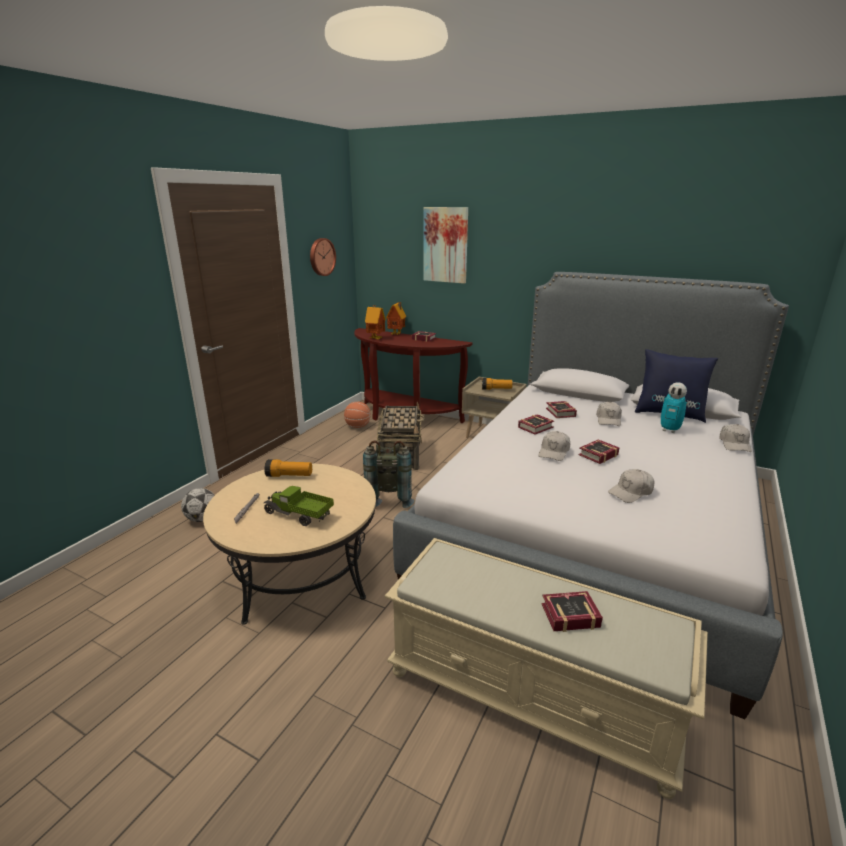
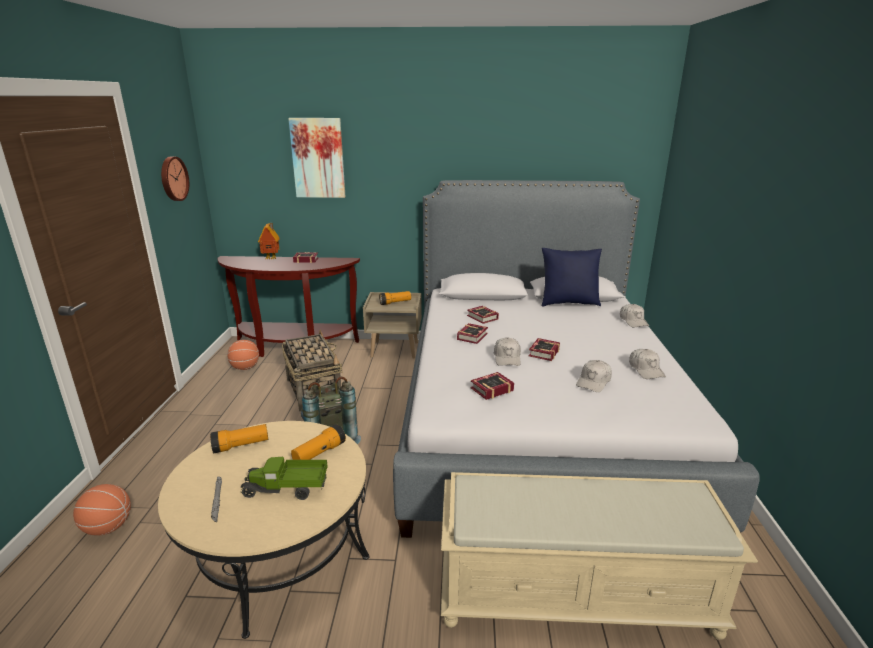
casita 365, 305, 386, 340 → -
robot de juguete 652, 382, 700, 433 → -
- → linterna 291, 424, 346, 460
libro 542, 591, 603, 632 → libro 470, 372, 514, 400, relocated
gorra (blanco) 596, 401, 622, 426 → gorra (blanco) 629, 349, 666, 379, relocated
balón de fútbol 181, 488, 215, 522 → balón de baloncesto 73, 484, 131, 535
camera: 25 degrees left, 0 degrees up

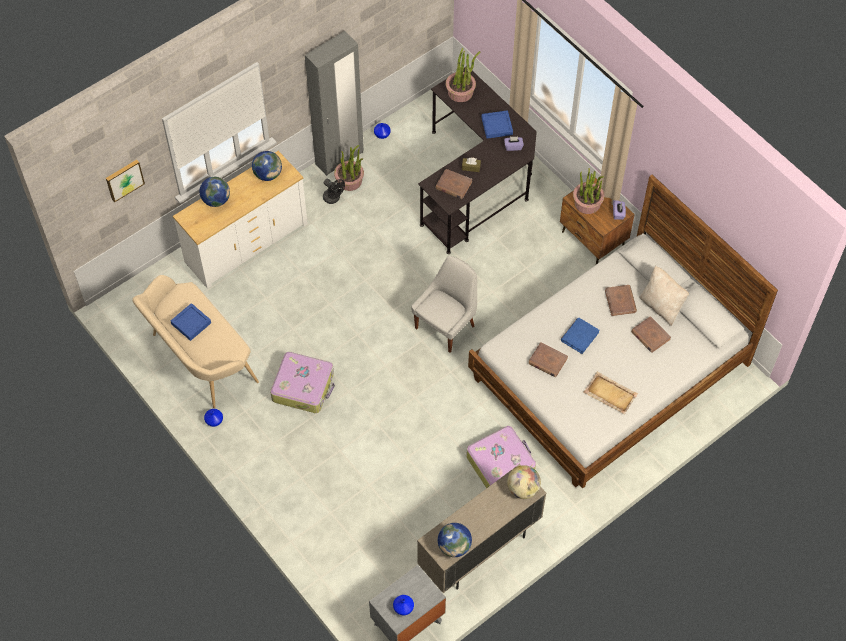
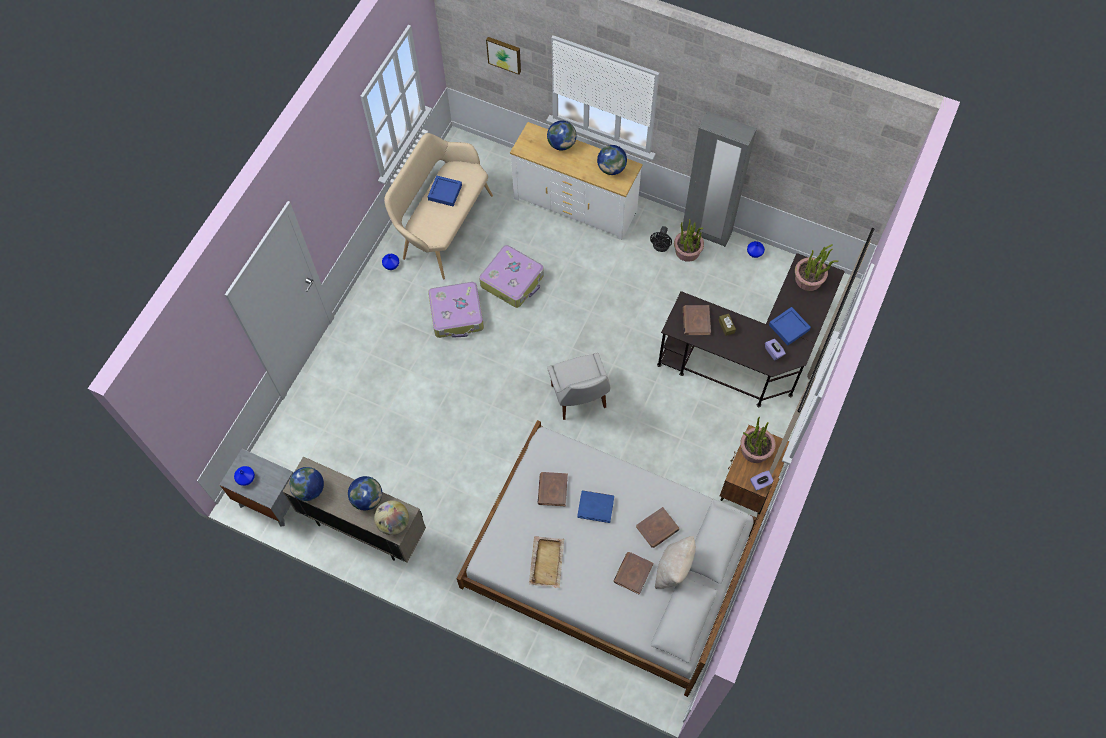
- → globo terráqueo 348, 476, 382, 510
maleta 466, 426, 536, 488 → maleta 479, 245, 544, 308, relocated
silla (blanco) 411, 256, 477, 353 → silla (blanco) 547, 353, 610, 420, 60 degrees clockwise
camera: 65 degrees right, 5 degrees up

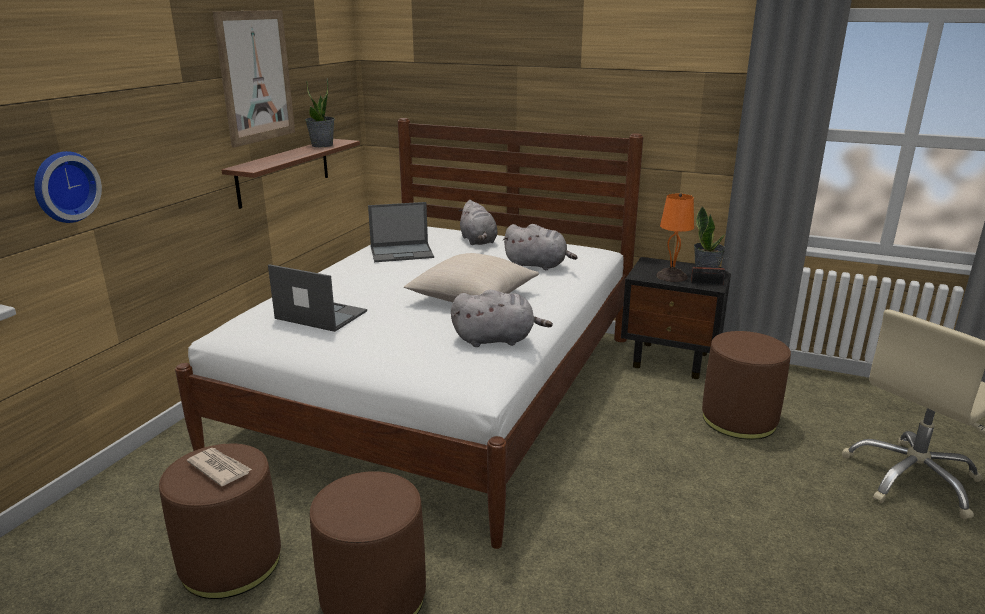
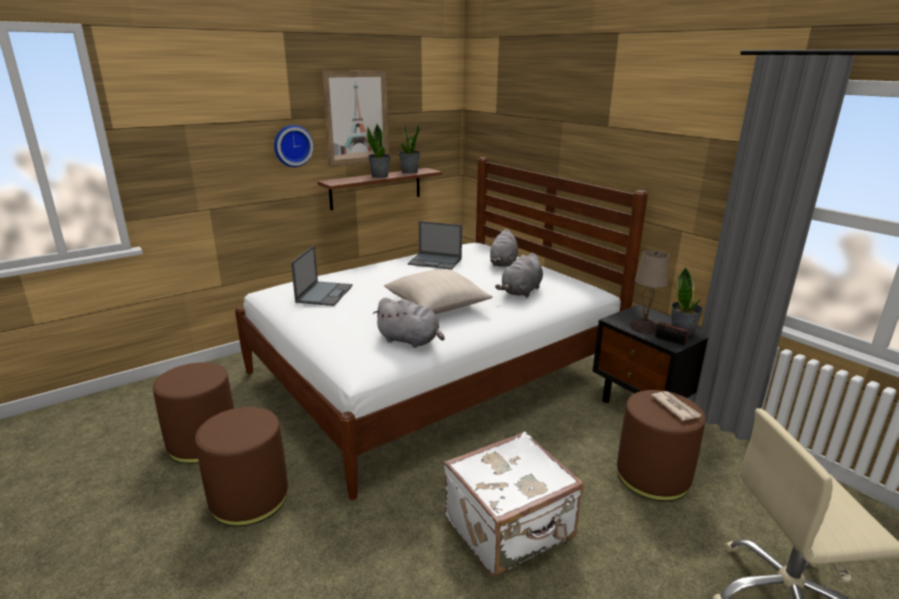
- → planta en maceta 367, 124, 391, 178
- → maleta (blanco) 444, 431, 584, 577
reloj de pared 34, 151, 102, 223 → reloj de pared 274, 125, 314, 167, relocated
periódico 187, 448, 252, 487 → periódico 651, 391, 701, 421, relocated
lámpara de mesa (naranja) 656, 193, 694, 282 → lámpara de mesa (beis) 629, 250, 669, 334
portátil 268, 264, 367, 332 → portátil 291, 245, 353, 306, 45 degrees clockwise
peluche (gris) 503, 224, 578, 270 → peluche (gris) 495, 253, 543, 297, 75 degrees clockwise
camera: 30 degrees right, 0 degrees up

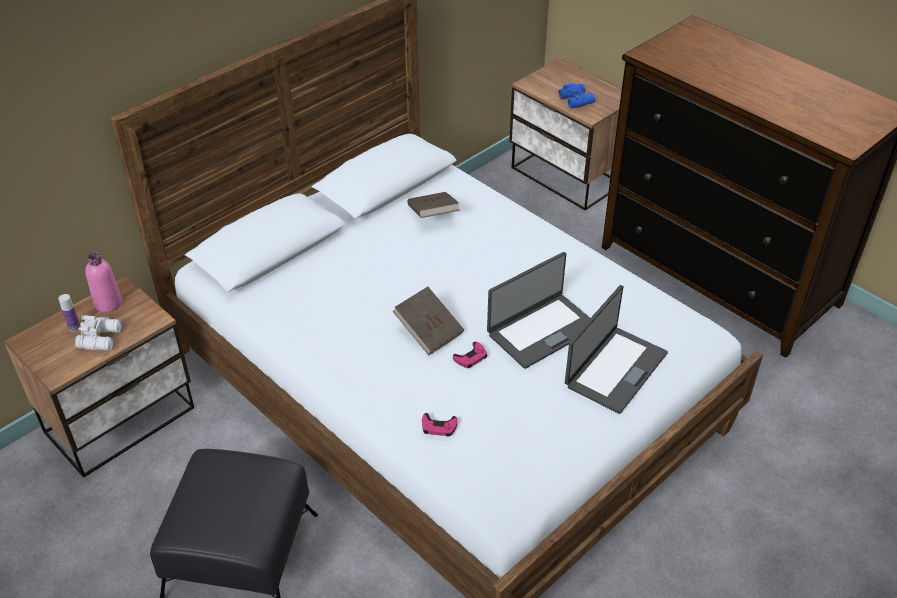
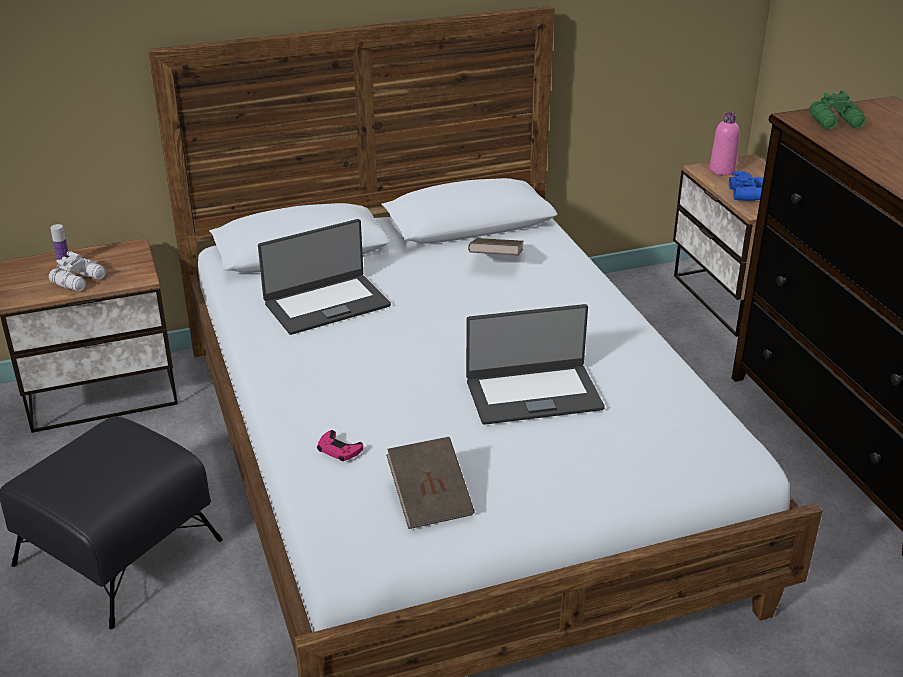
mando de consola (rosa) 453, 341, 487, 368 → -
- → prismáticos (verde) 809, 90, 866, 130
botella (rosa) 85, 252, 122, 313 → botella (rosa) 709, 112, 740, 176, relocated
libro (marrón) 393, 287, 464, 355 → libro (marrón) 386, 437, 475, 529, relocated
portátil 565, 285, 668, 414 → portátil 258, 219, 391, 335, relocated
camera: 25 degrees right, 10 degrees down

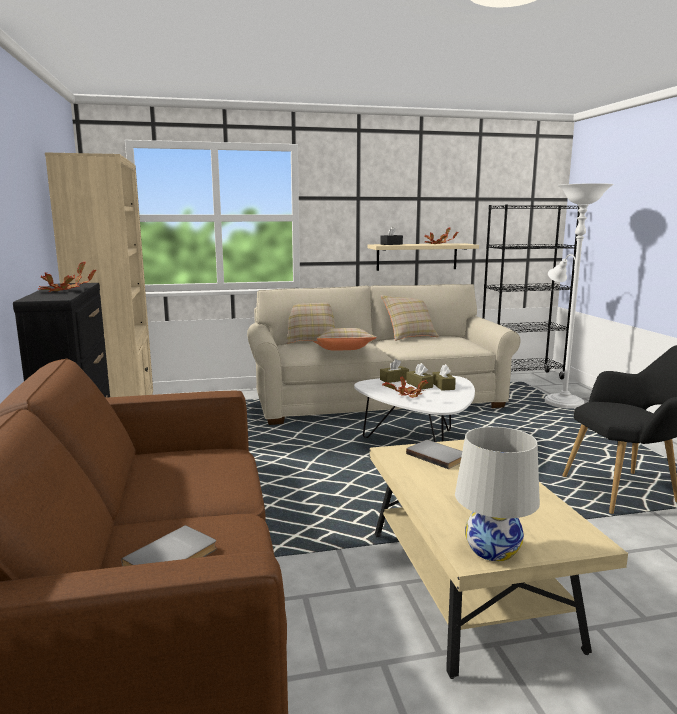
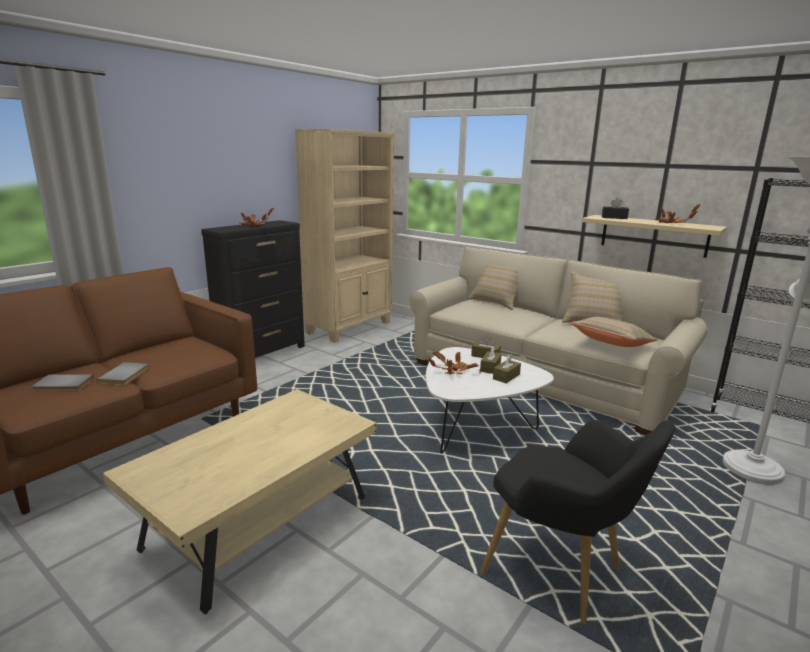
lámpara de mesa (blanco) 455, 427, 540, 561 → -
cojín (beis) 313, 328, 377, 351 → cojín (beis) 571, 317, 657, 347, relocated
libro (gris) 406, 440, 462, 469 → libro (gris) 97, 362, 149, 386, relocated
camera: 50 degrees right, 5 degrees up

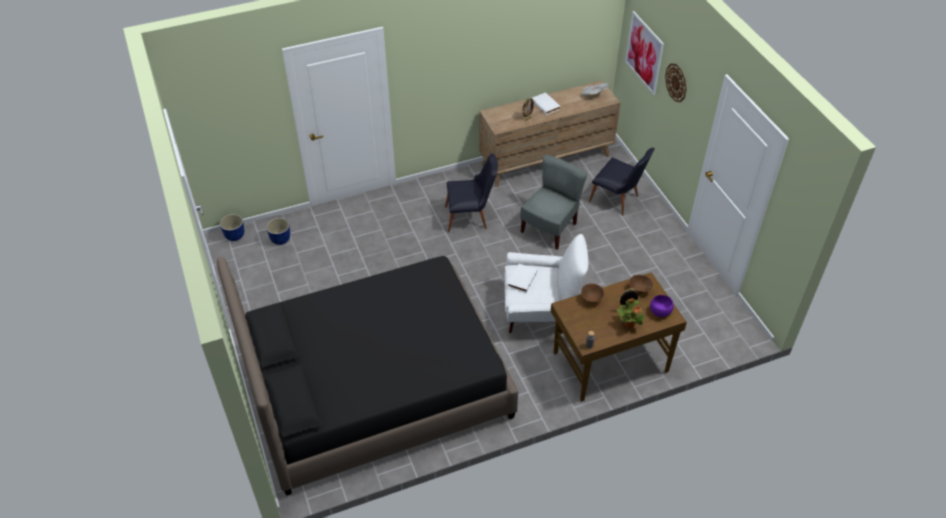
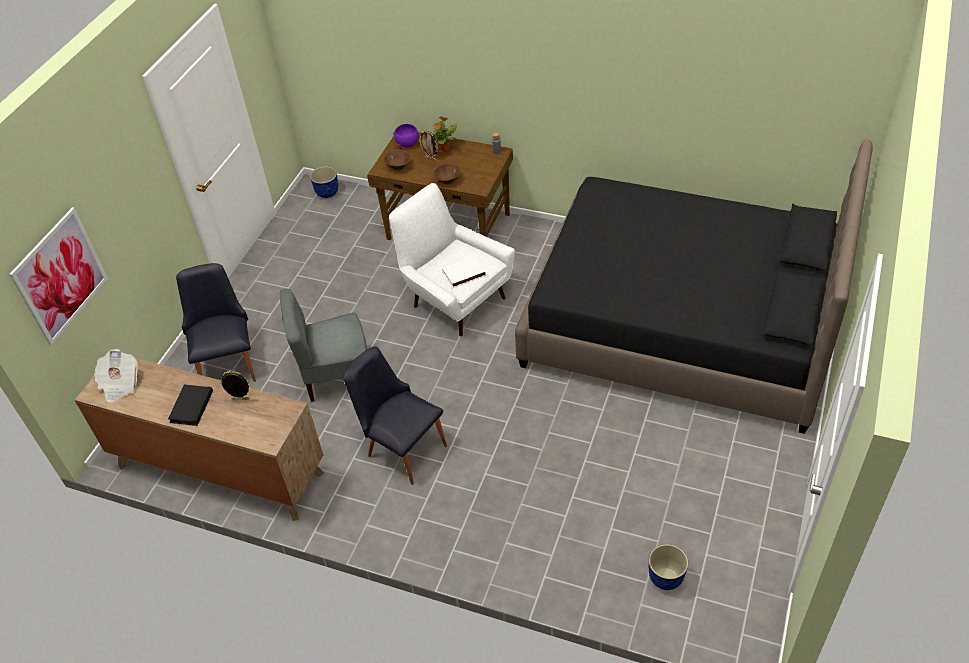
reloj de pared 665, 63, 687, 102 → -
maceta 220, 214, 244, 241 → maceta 310, 166, 338, 198, relocated
libro (blanco) 532, 92, 560, 115 → libro (negro) 168, 384, 213, 426
camera: 135 degrees left, 0 degrees up

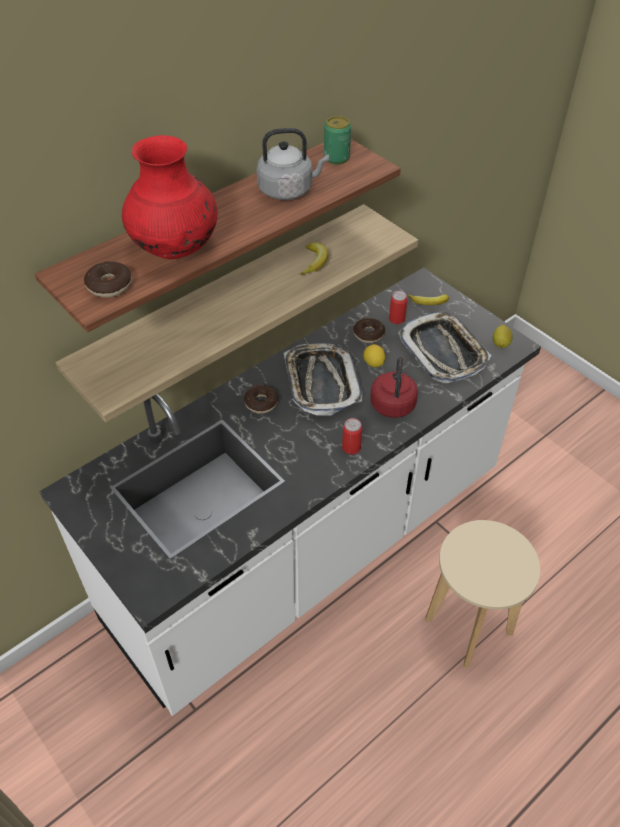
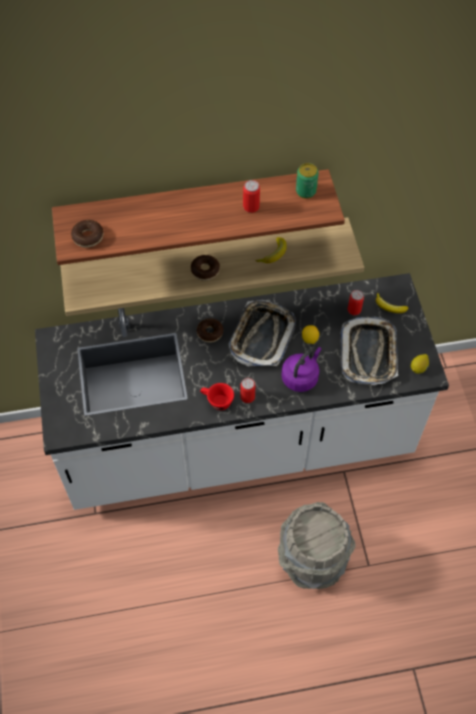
florero (rojo) 122, 135, 218, 259 → -
- → taza (rojo) 200, 383, 234, 410
rosquilla 353, 318, 385, 343 → rosquilla 191, 255, 220, 281, relocated
hervidor (gris) 257, 128, 329, 200 → lata 243, 180, 260, 213
taburete (beis) 425, 520, 540, 668 → cubo (gris) 278, 502, 356, 589
hervidor (rojo) 370, 358, 418, 418 → hervidor (morado) 281, 347, 322, 392
camera: 30 degrees right, 10 degrees up

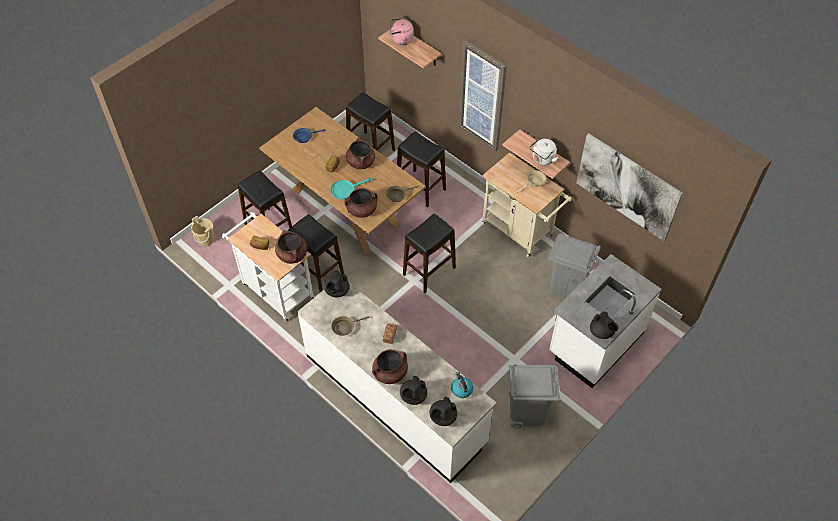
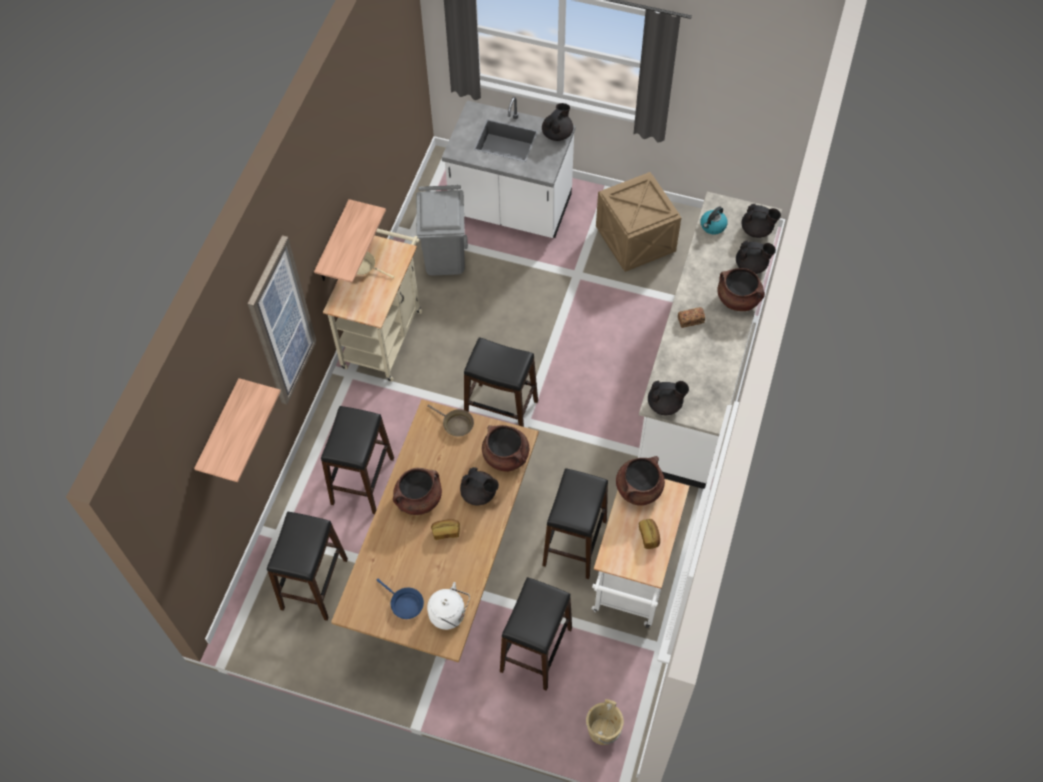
sartén (marrón) 332, 316, 369, 336 → -
hervidor (rosa) 390, 18, 414, 45 → -
cuadro 576, 133, 683, 241 → -
hervidor (blanco) 530, 139, 559, 165 → hervidor (blanco) 427, 582, 470, 630, relocated
sartén (turquesa) 331, 178, 372, 200 → tetera (negro) 460, 467, 499, 505
papelera (gris) 509, 365, 560, 429 → caja de embalaje 596, 172, 681, 272
camera: 115 degrees left, 5 degrees up

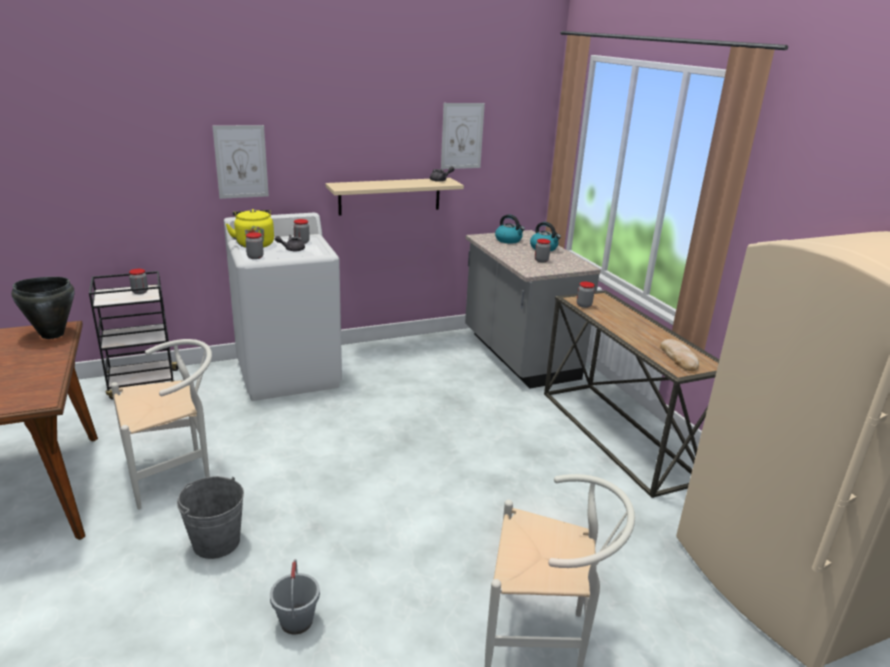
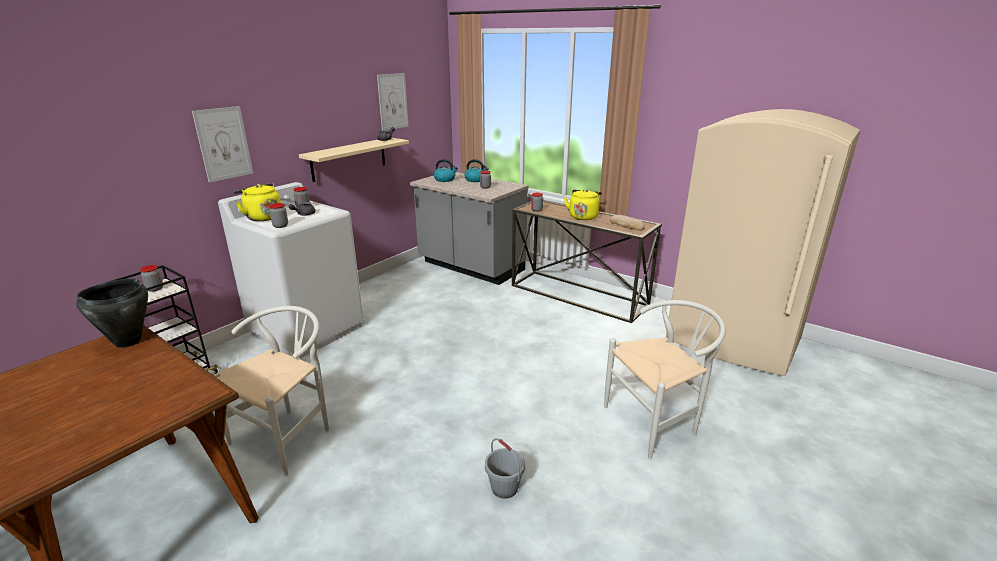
cubo (gris) 177, 476, 244, 559 → -
- → hervidor (amarillo) 564, 189, 602, 220
camera: 30 degrees left, 0 degrees up

